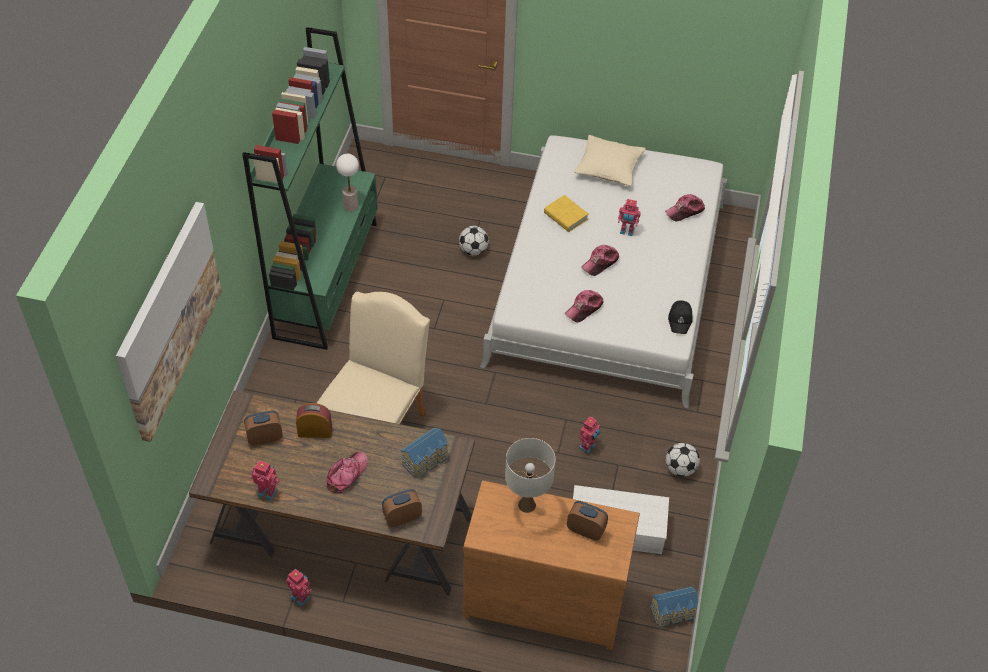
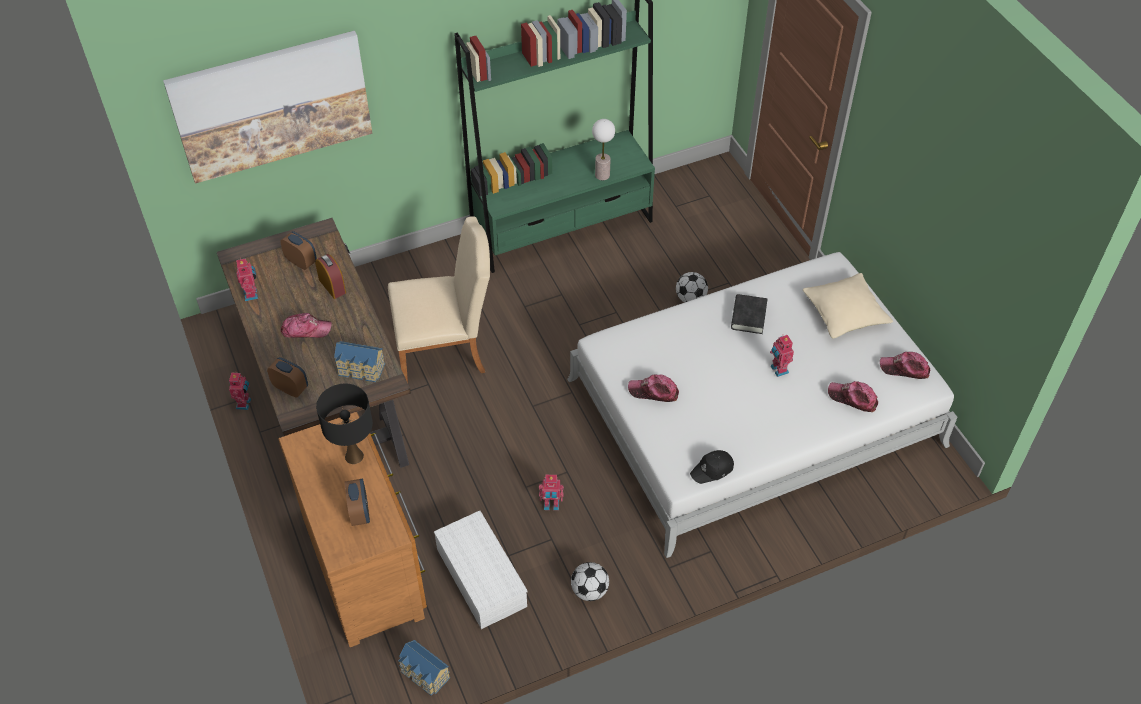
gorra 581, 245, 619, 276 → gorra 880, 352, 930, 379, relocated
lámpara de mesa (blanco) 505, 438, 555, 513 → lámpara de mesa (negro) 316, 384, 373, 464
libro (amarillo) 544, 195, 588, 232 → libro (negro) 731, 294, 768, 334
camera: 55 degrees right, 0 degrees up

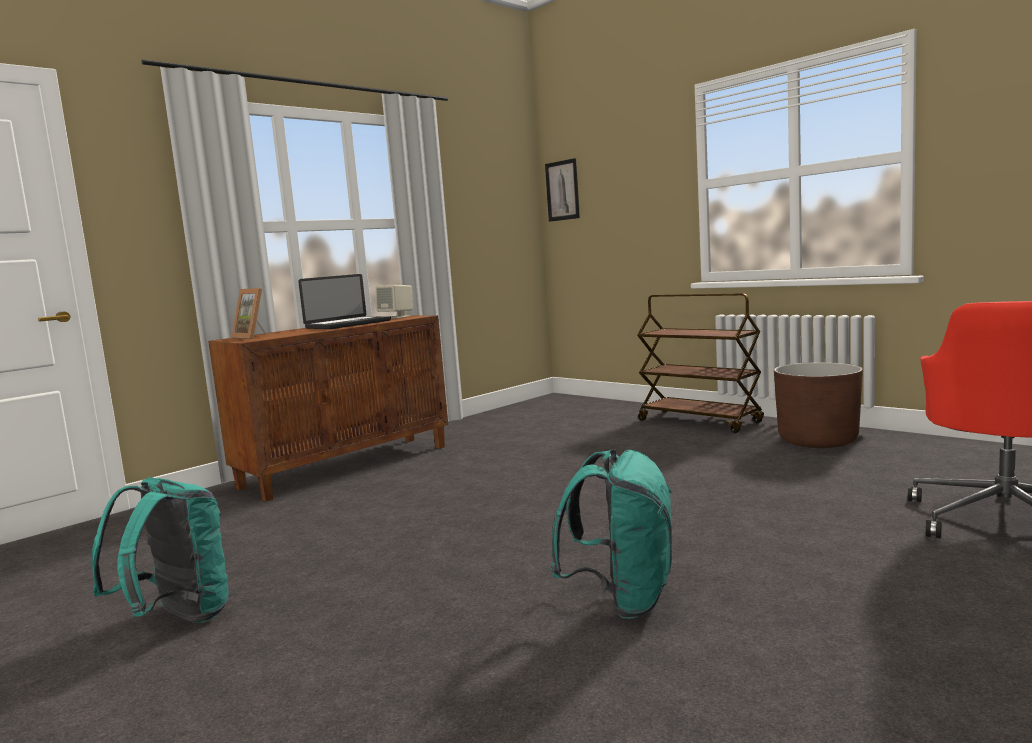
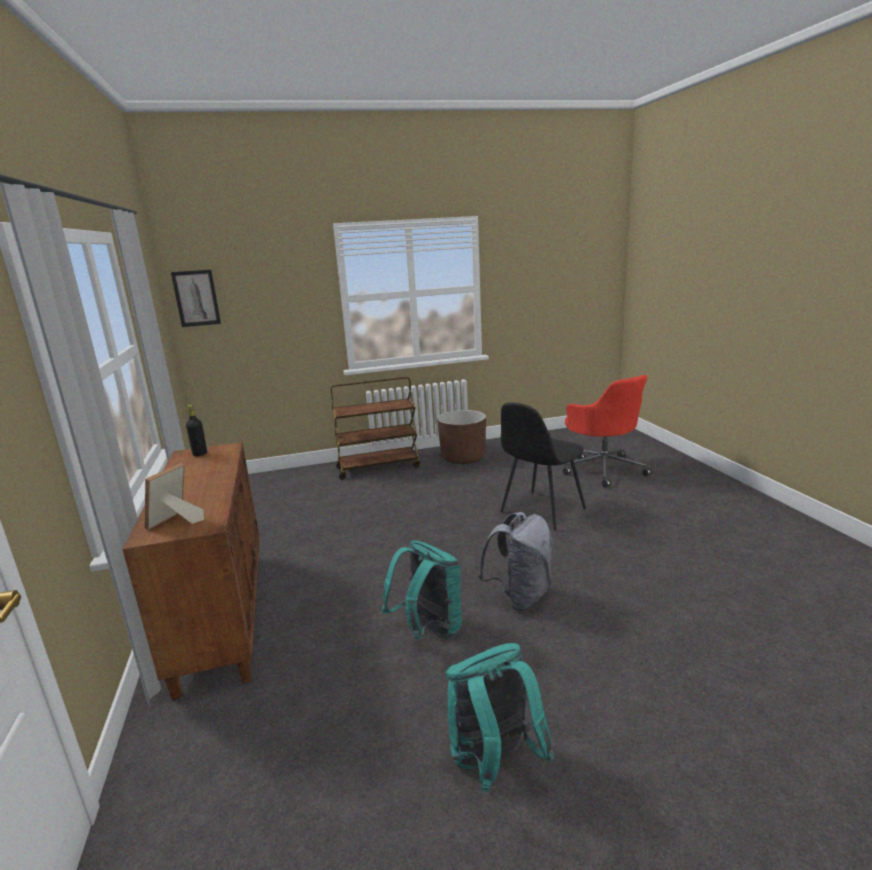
portátil 298, 274, 391, 329 → -
- → mochila (gris) 478, 512, 553, 611
- → silla (negro) 500, 402, 586, 530
mochila (turquesa) 551, 449, 672, 619 → mochila (turquesa) 382, 540, 462, 639, relocated
altavoz (beis) 376, 285, 413, 319 → botella (negro) 186, 405, 207, 456
portarretratos 231, 288, 267, 339 → portarretratos 145, 463, 204, 530, 135 degrees clockwise
camera: 60 degrees left, 10 degrees up

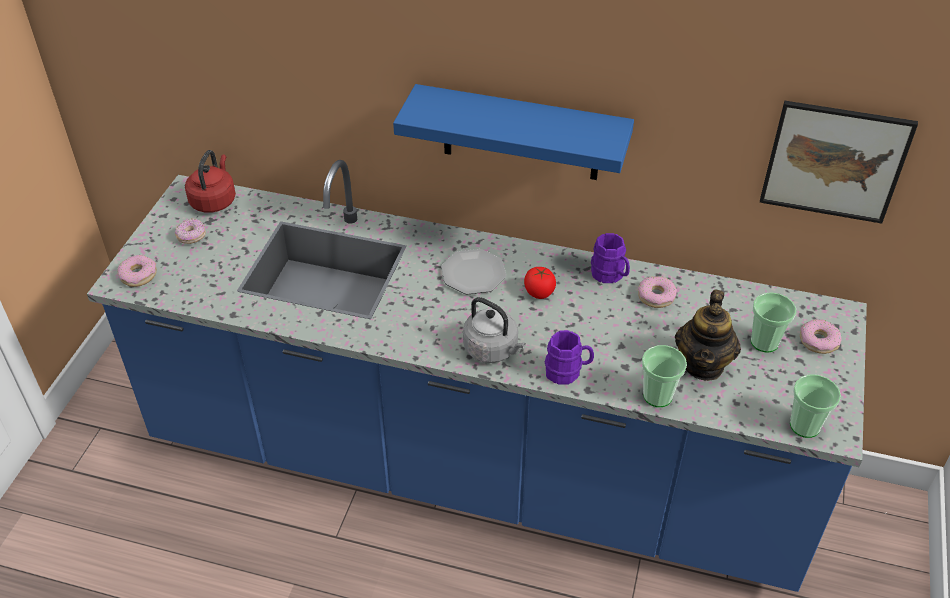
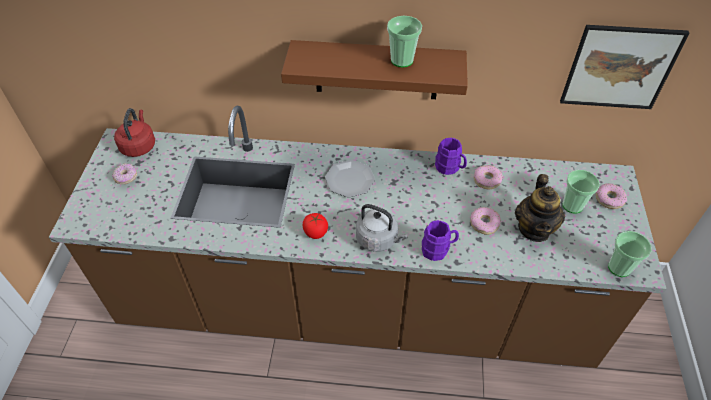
rosquilla 117, 255, 157, 287 → rosquilla 470, 207, 501, 235, relocated
tomate 524, 267, 556, 299 → tomate 303, 213, 328, 239, relocated
taza 642, 345, 687, 407 → taza 387, 16, 422, 68, relocated
mueble bajo de cocina (azul) 87, 160, 867, 592 → mueble bajo de cocina (marrón) 49, 106, 666, 368
estante (azul) 393, 84, 634, 180 → estante (marrón) 281, 40, 468, 99
camera: 10 degrees left, 5 degrees up

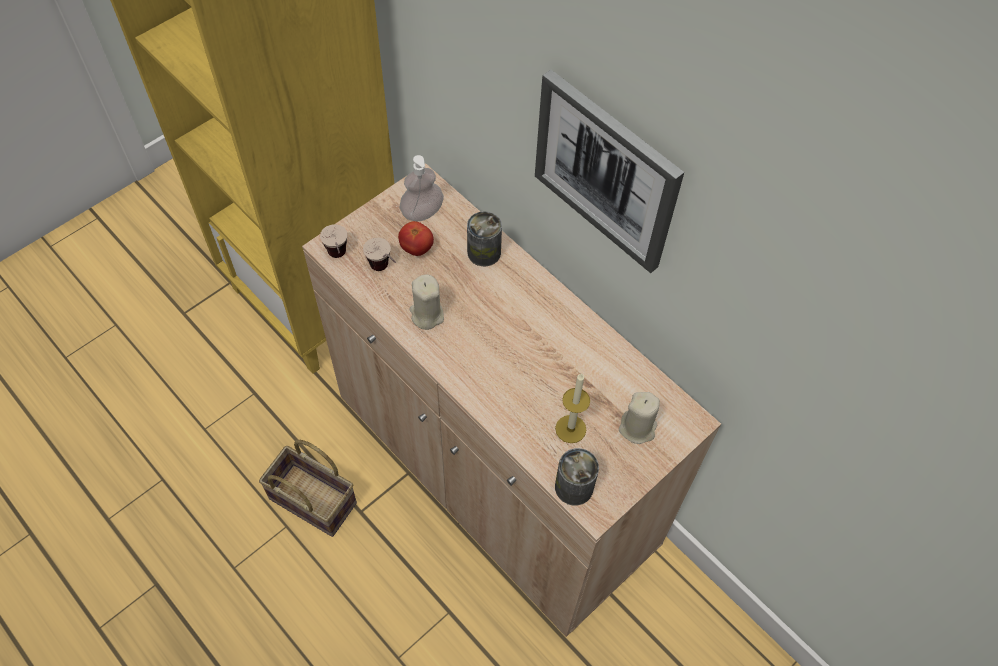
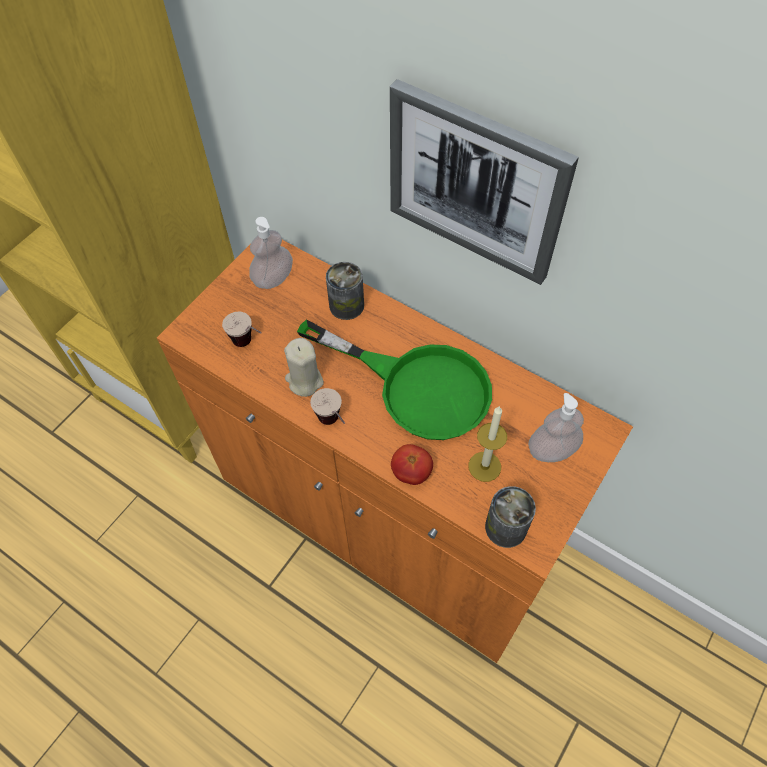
cesta 259, 440, 357, 537 → -
- → sartén (verde) 297, 319, 492, 440
taza 320, 224, 348, 258 → taza 310, 388, 345, 425, relocated
tomate 398, 221, 434, 256 → tomate 391, 444, 433, 485, relocated
vela (beis) 619, 392, 660, 444 → dispensador de jabón 528, 393, 584, 462
armario (beis) 302, 163, 721, 637 → armario (naranja) 157, 240, 633, 663
camera: 10 degrees left, 0 degrees up

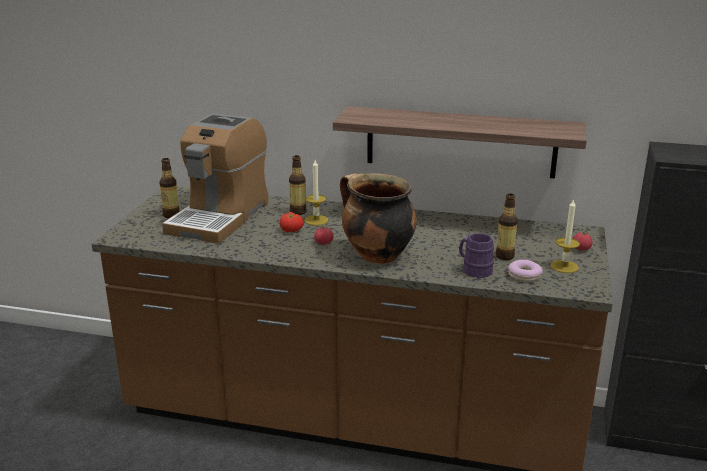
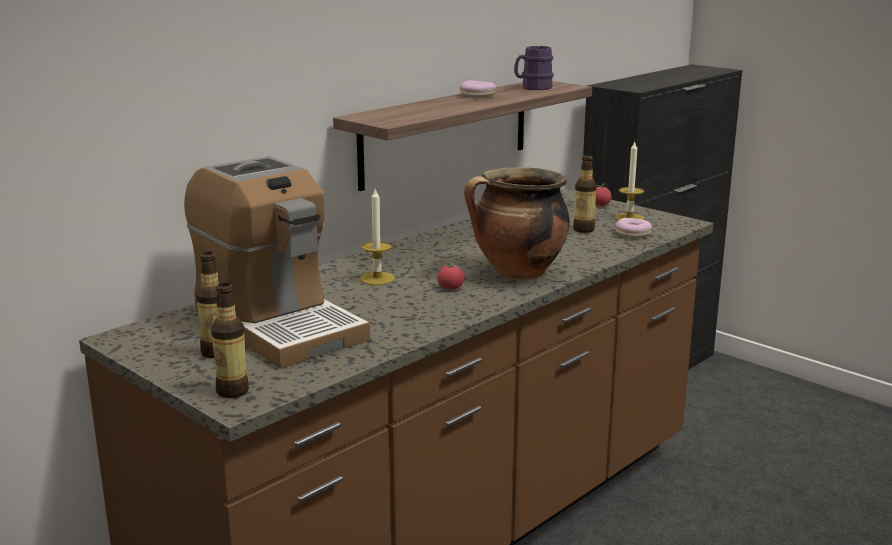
tomate 279, 212, 304, 232 → -
- → rosquilla 460, 80, 496, 98
botella 289, 155, 307, 215 → botella 211, 283, 249, 398, relocated
taza grande (morado) 459, 233, 494, 278 → taza grande (morado) 514, 46, 554, 90, relocated
camera: 60 degrees left, 5 degrees down

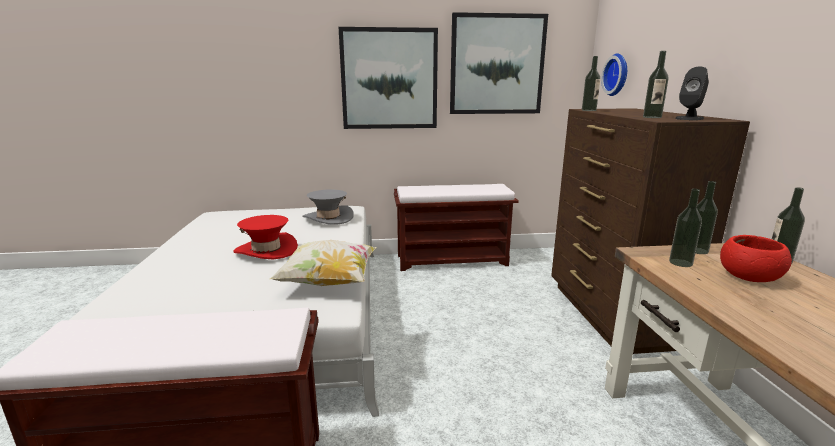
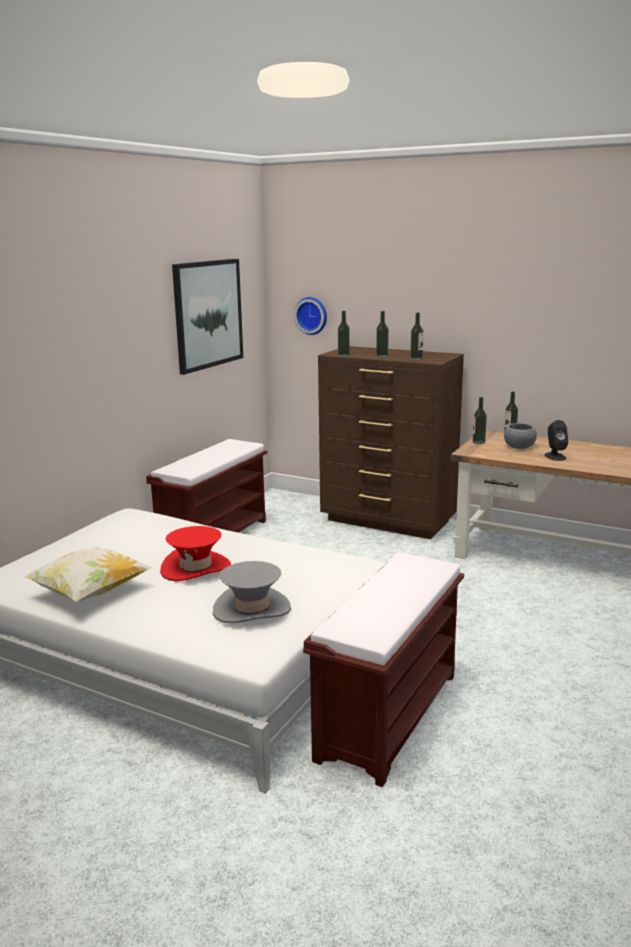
cuadro 339, 27, 438, 129 → -
cojín 270, 240, 377, 286 → cojín 23, 547, 152, 602, relocated
sombrero (gris) 303, 189, 354, 225 → sombrero (gris) 213, 561, 291, 623, relocated
botella 669, 189, 702, 267 → botella 376, 311, 389, 357, relocated
altavoz (negro) 675, 67, 708, 120 → altavoz (negro) 545, 420, 568, 461, relocated
cuenco (rojo) 720, 235, 792, 282 → cuenco (gris) 504, 423, 537, 449
camera: 55 degrees left, 0 degrees up

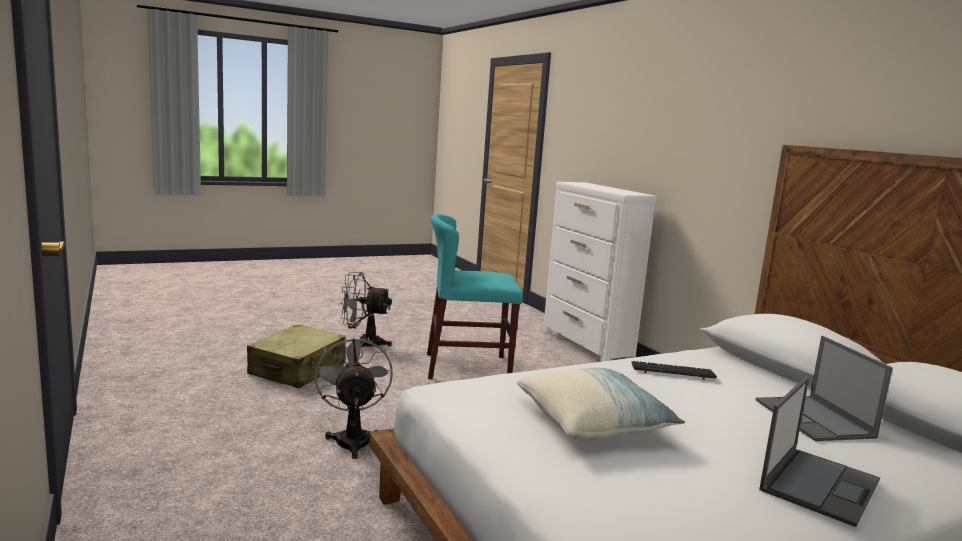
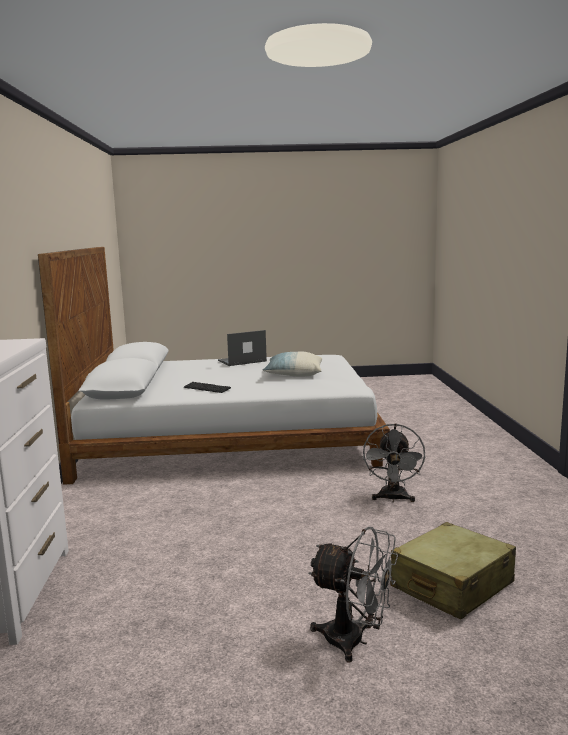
silla (turquesa) 427, 214, 523, 379 → -
portátil 756, 336, 893, 441 → -
camera: 155 degrees left, 0 degrees up

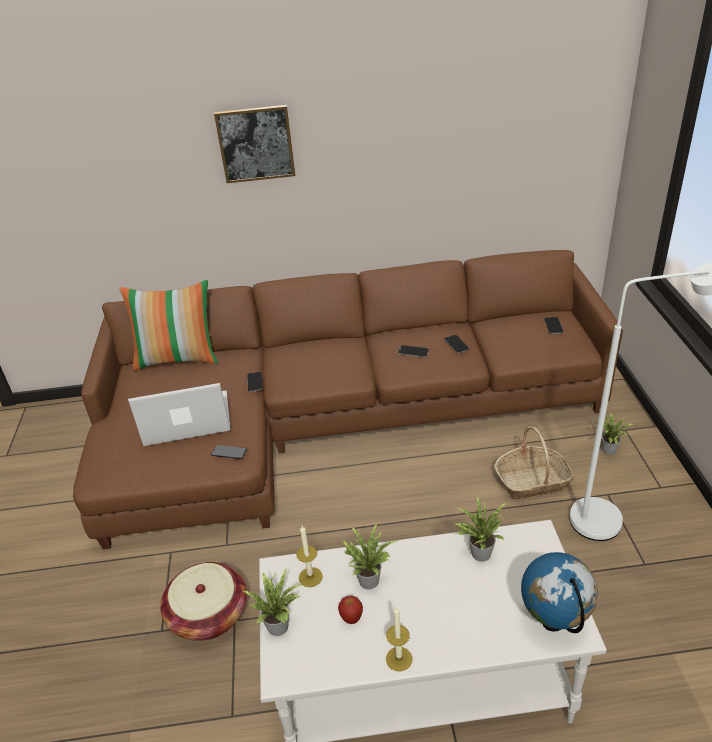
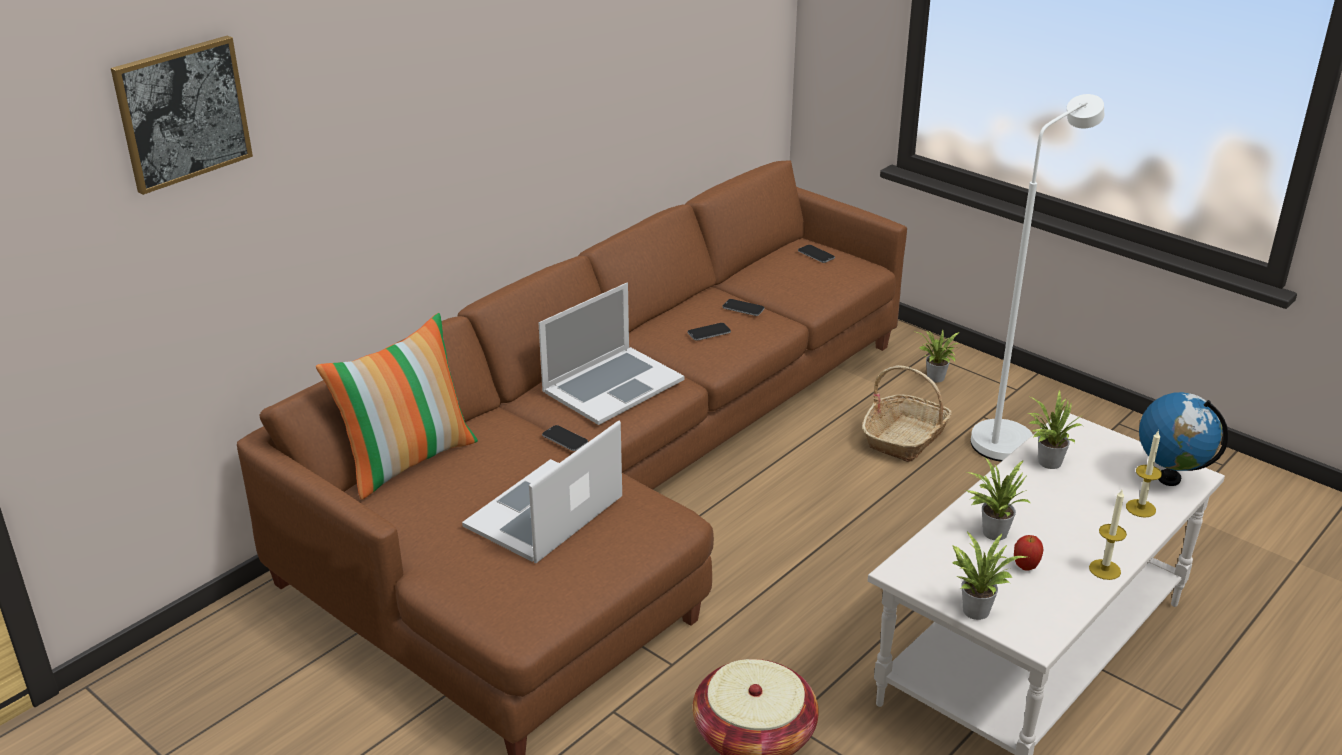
móvil 211, 445, 247, 459 → -
- → portátil 538, 282, 684, 425
cuadro 214, 105, 295, 183 → cuadro 111, 36, 253, 195, relocated
vela 296, 526, 323, 587 → vela 1126, 430, 1162, 518, relocated
camera: 45 degrees left, 5 degrees down

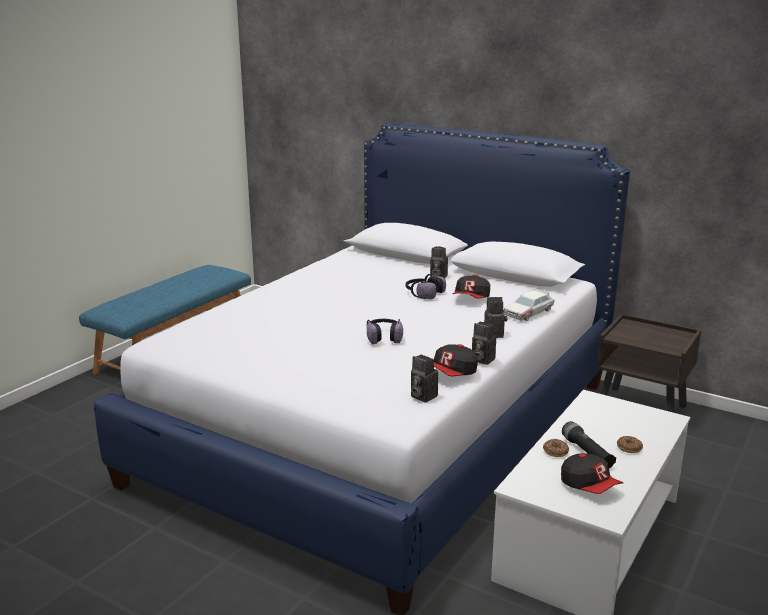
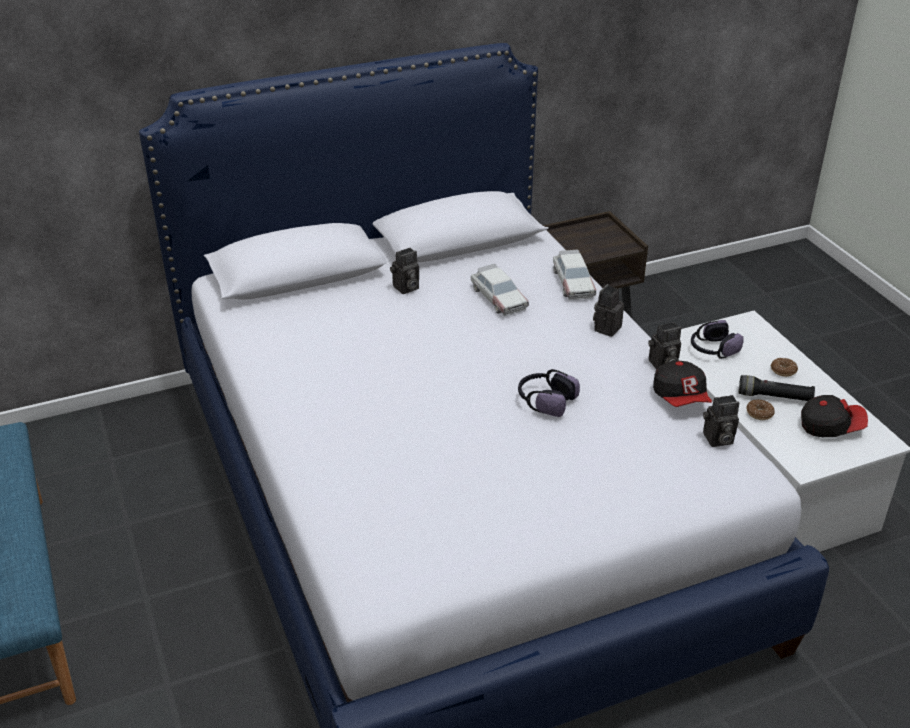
auriculares 405, 274, 446, 299 → auriculares 691, 320, 744, 359, relocated
gorra 453, 274, 490, 299 → coche de juguete 471, 264, 529, 316
camera: 55 degrees left, 15 degrees up

